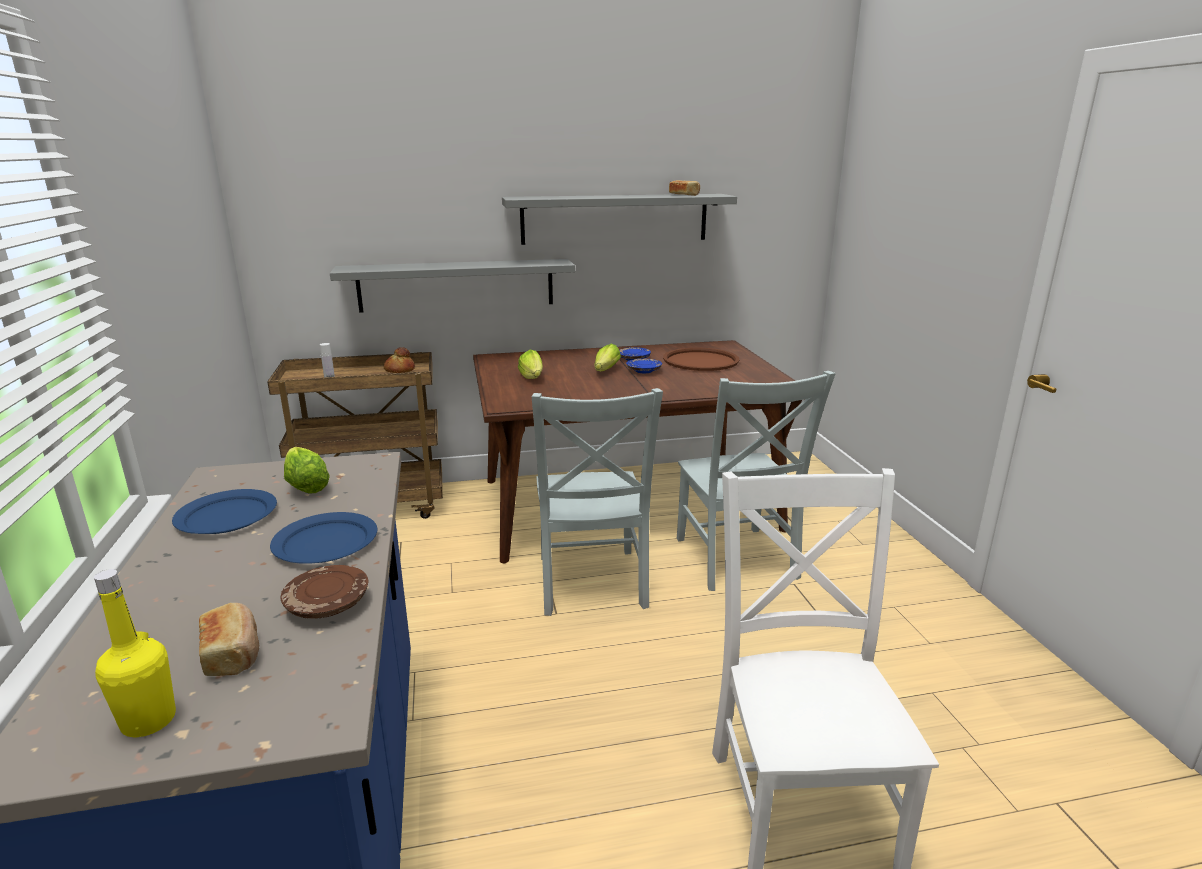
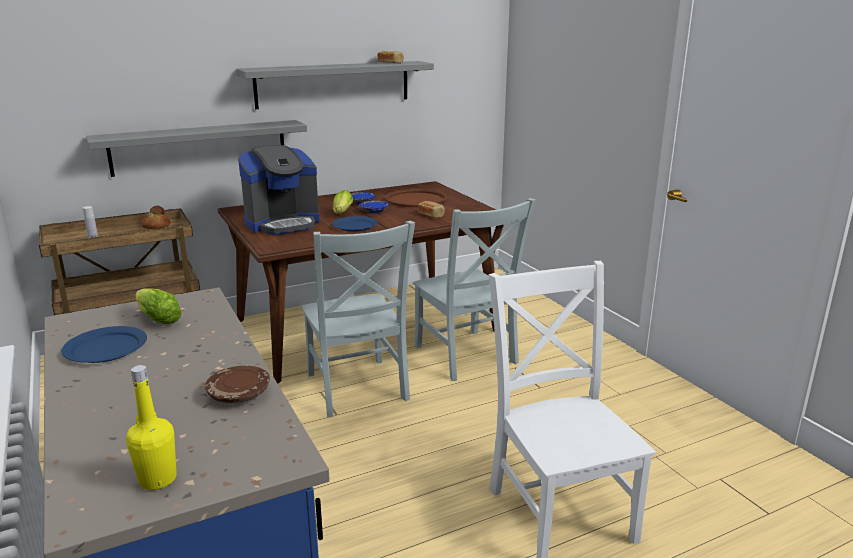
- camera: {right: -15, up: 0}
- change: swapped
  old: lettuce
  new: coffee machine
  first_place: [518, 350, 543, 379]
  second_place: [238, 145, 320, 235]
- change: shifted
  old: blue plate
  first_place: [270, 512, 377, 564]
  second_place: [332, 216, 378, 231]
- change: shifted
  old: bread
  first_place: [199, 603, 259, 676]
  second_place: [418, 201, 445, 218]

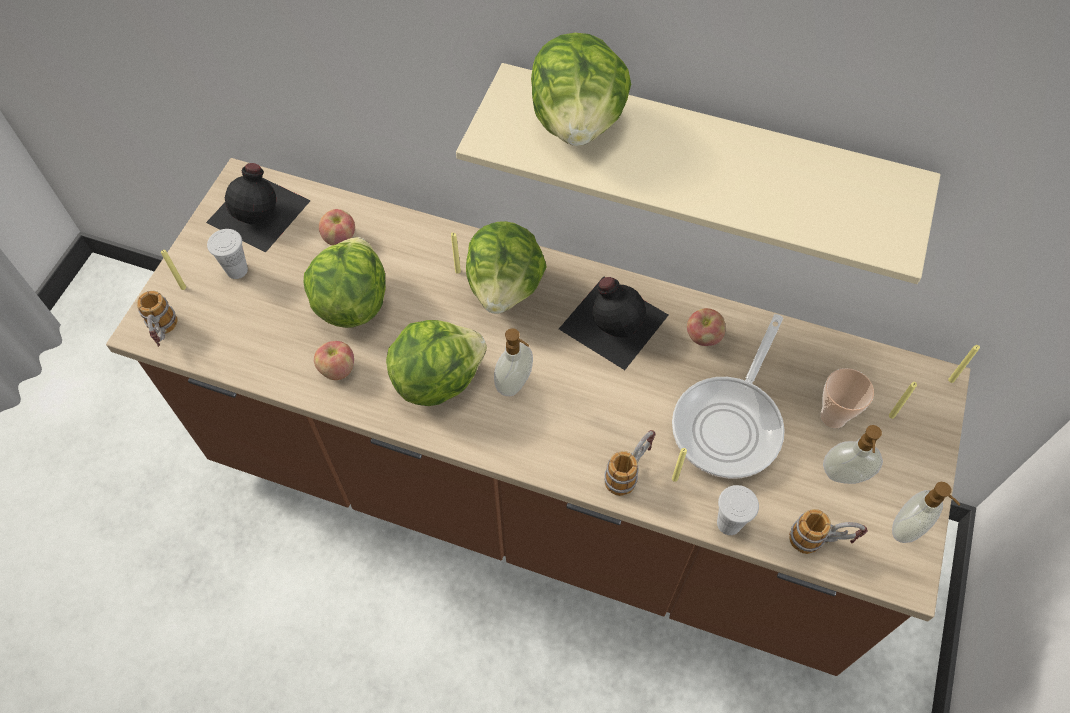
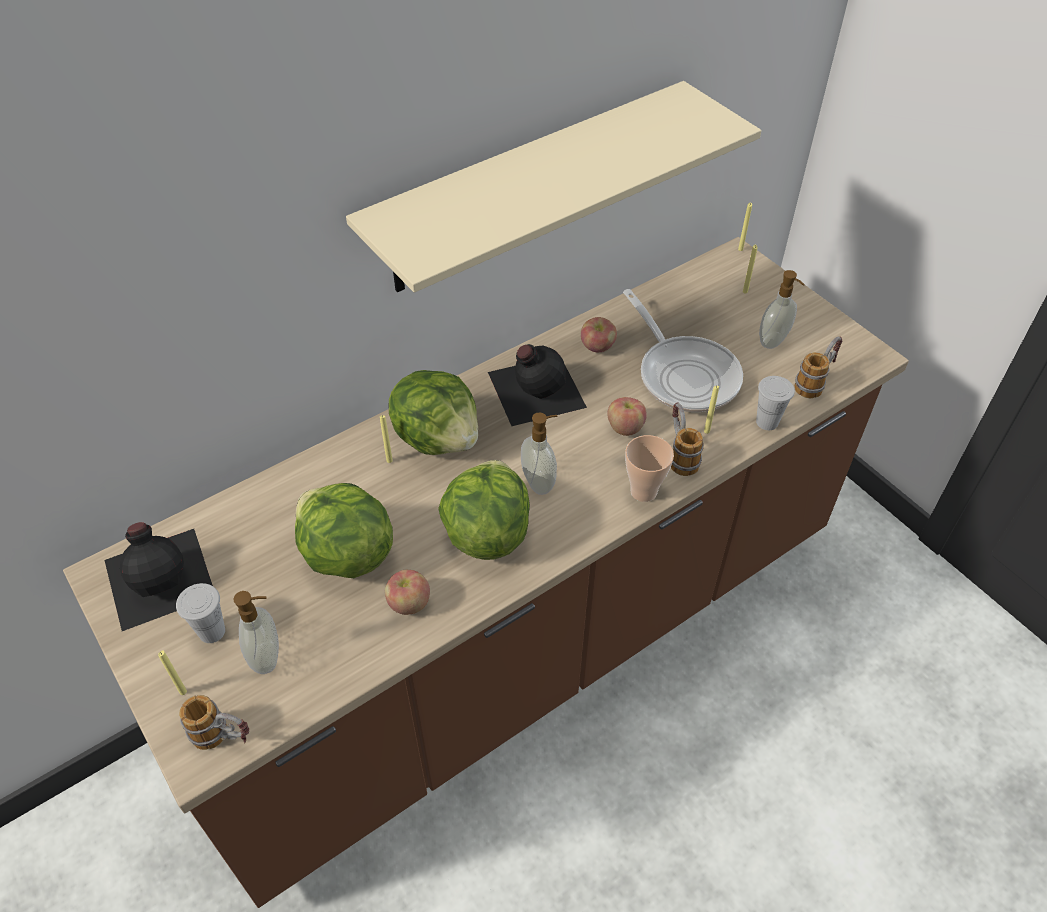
- camera: {right: -55, up: -10}
- change: gone
  old: lettuce
  first_place: [531, 33, 631, 146]
- change: shifted
  old: apple
  first_place: [319, 209, 355, 245]
  second_place: [607, 397, 647, 436]
- change: shifted
  old: cup
  first_place: [820, 368, 874, 428]
  second_place: [625, 435, 674, 502]
- change: shifted
  old: soap dispenser
  first_place: [892, 482, 960, 543]
  second_place: [233, 591, 279, 674]

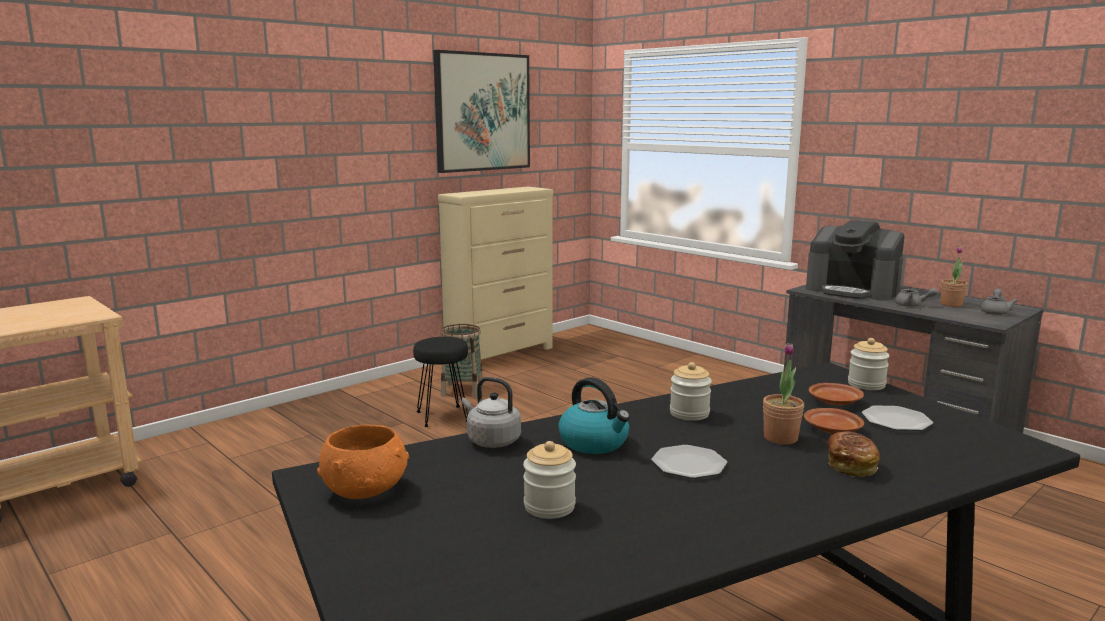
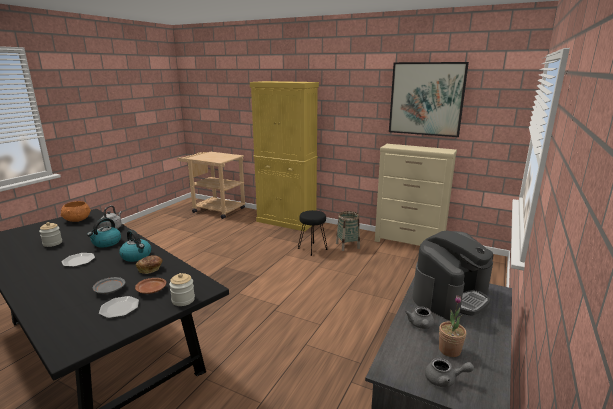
- camera: {right: 70, up: 5}
- change: rotated
  old: coffee machine
  first_place: [806, 220, 905, 301]
  second_place: [412, 231, 493, 320]
  degrees: -150
- change: gone
  old: potted plant
  first_place: [763, 343, 804, 445]
- change: swapped
  old: jar
  new: kettle
  first_place: [670, 362, 712, 421]
  second_place: [119, 230, 151, 262]
- change: repainted
  old: brown plate
  new: grey plate
  first_place: [804, 408, 864, 434]
  second_place: [93, 277, 125, 294]
- change: shifted
  old: bread
  first_place: [827, 432, 880, 477]
  second_place: [136, 255, 163, 274]
- change: new
  new: yellow cabinet
  second_place: [250, 81, 319, 232]

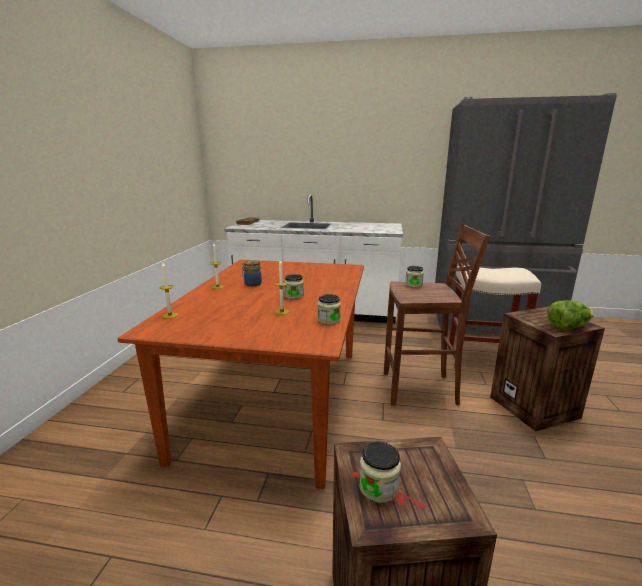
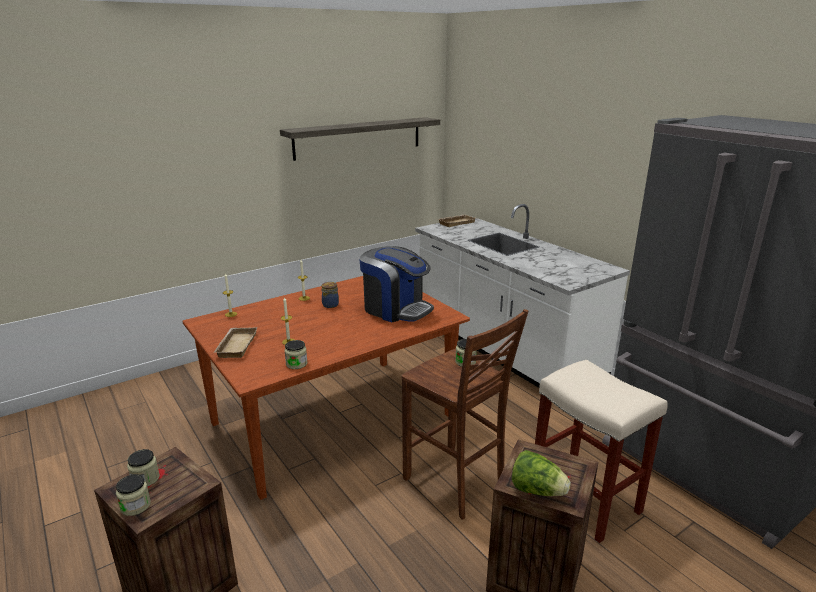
- camera: {right: 45, up: 5}
- change: shifted
  old: jar
  first_place: [284, 274, 304, 299]
  second_place: [116, 474, 151, 516]
- change: new
  new: shelf
  second_place: [280, 117, 440, 161]
- change: new
  new: coffee machine
  second_place: [360, 246, 434, 322]
- change: new
  new: beige tray
  second_place: [213, 327, 258, 358]

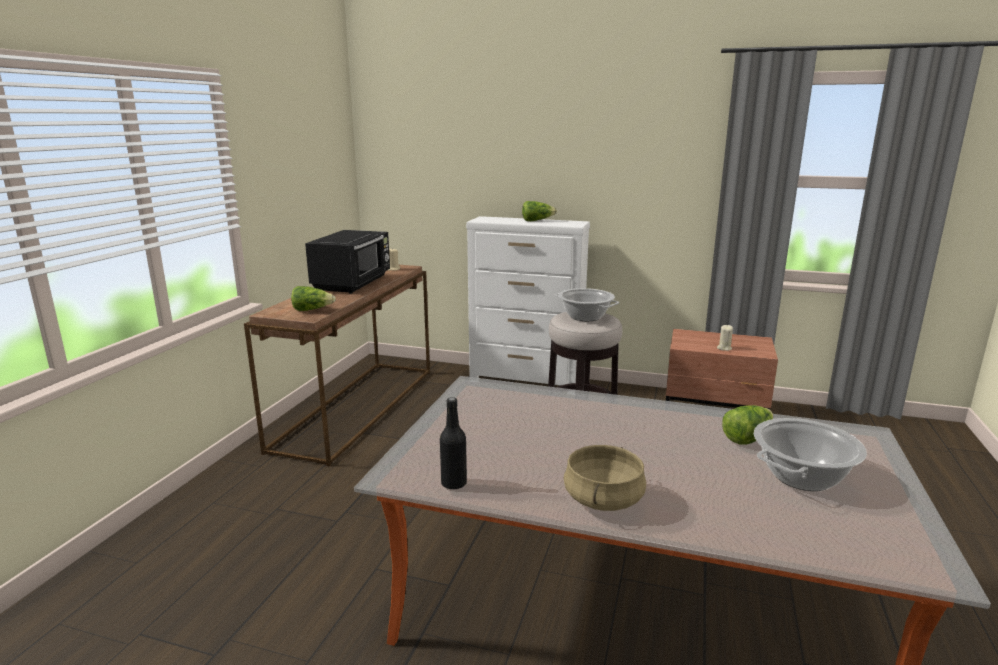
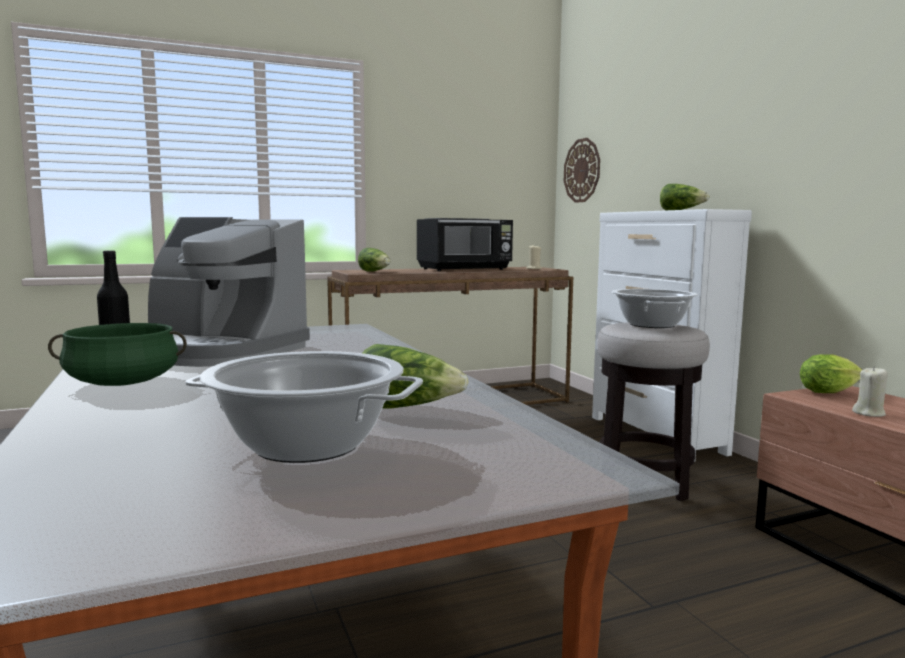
- camera: {right: 50, up: -10}
- change: repainted
  old: beige cooking pot
  new: green cooking pot
  first_place: [563, 445, 646, 511]
  second_place: [48, 323, 187, 386]
- change: new
  new: wall clock
  second_place: [564, 138, 600, 203]
- change: new
  new: coffee machine
  second_place: [148, 217, 310, 367]
- change: new
  new: lettuce
  second_place: [800, 355, 862, 393]

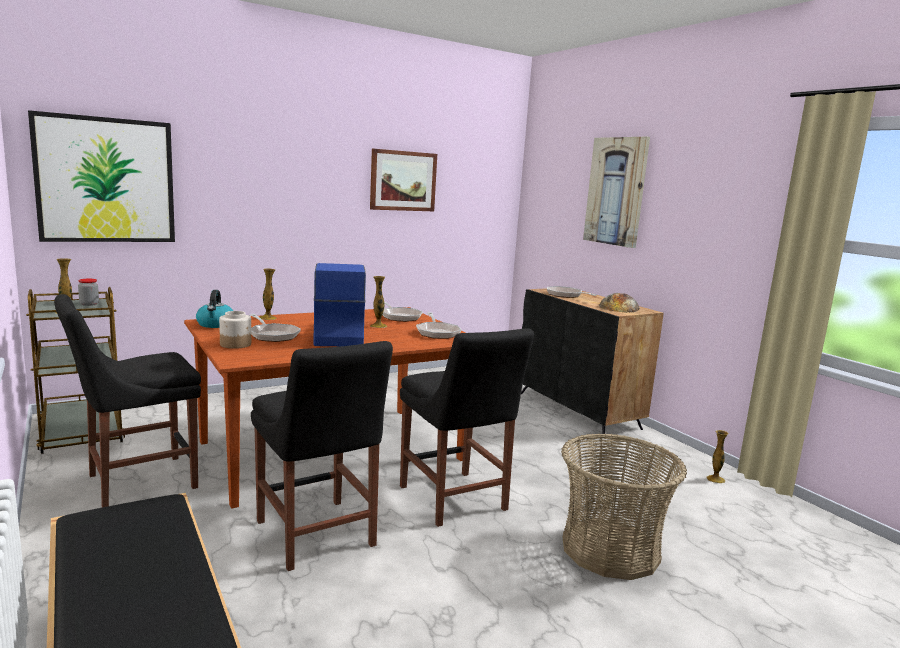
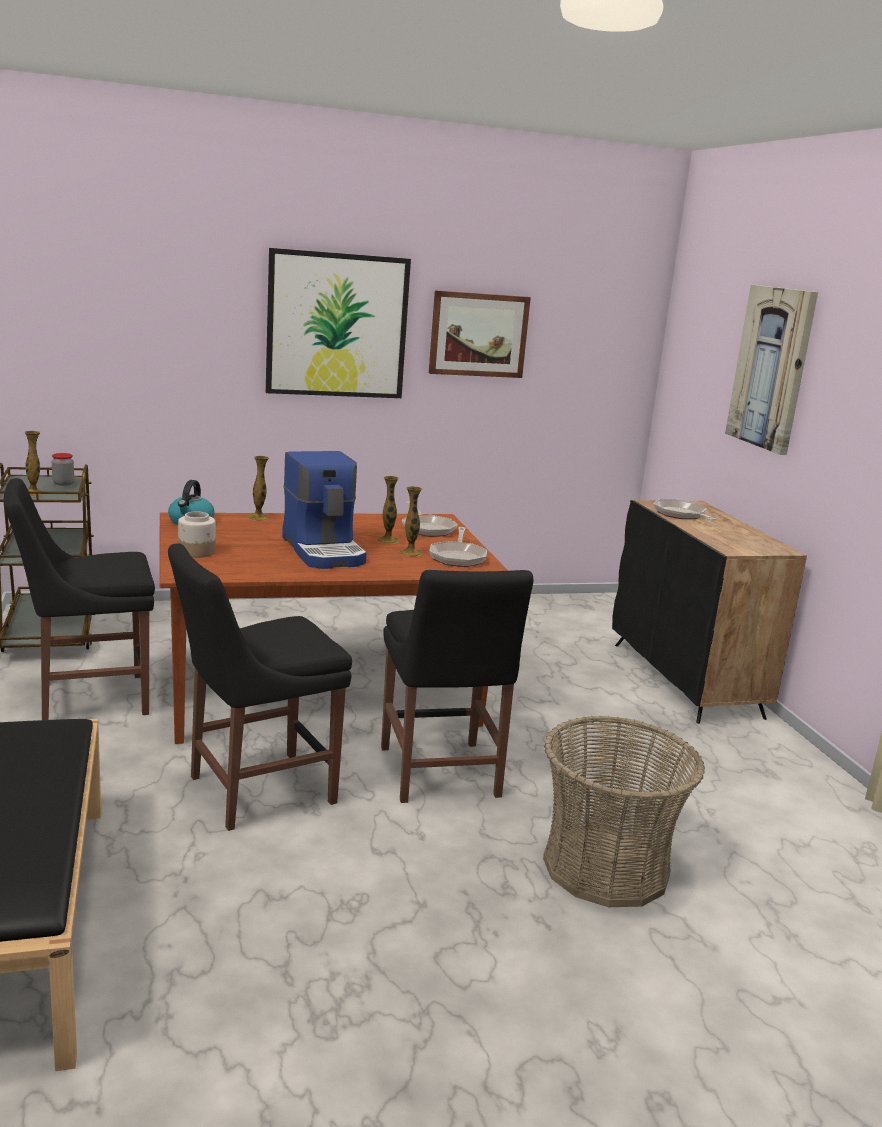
- camera: {right: 15, up: 5}
- change: shifted
  old: picture
  first_place: [28, 110, 175, 242]
  second_place: [266, 248, 411, 398]
- change: rotated
  old: coffee machine
  first_place: [313, 263, 366, 346]
  second_place: [282, 451, 367, 569]
  degrees: 150
- change: gone
  old: bread
  first_place: [599, 293, 640, 313]
- change: gone
  old: frying pan
  first_place: [249, 314, 301, 342]
- change: rotated
  old: black chair
  first_place: [251, 341, 393, 571]
  second_place: [168, 543, 352, 831]
  degrees: 75
- change: shifted
  old: vase
  first_place: [706, 430, 729, 483]
  second_place: [399, 486, 423, 556]

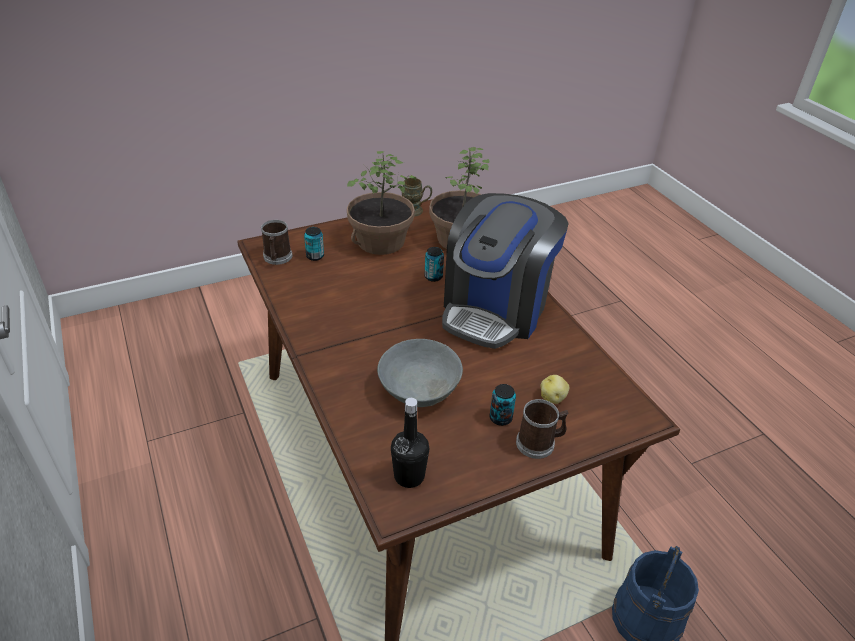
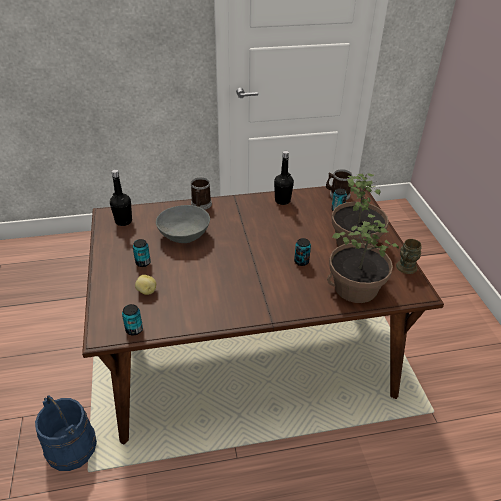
- camera: {right: 105, up: 0}
- change: gone
  old: coffee machine
  first_place: [442, 193, 569, 349]
- change: shifted
  old: mug
  first_place: [516, 399, 568, 459]
  second_place: [191, 177, 212, 210]
- change: new
  new: black bottle
  second_place: [274, 151, 294, 205]
- change: new
  new: can
  second_place: [122, 304, 143, 336]

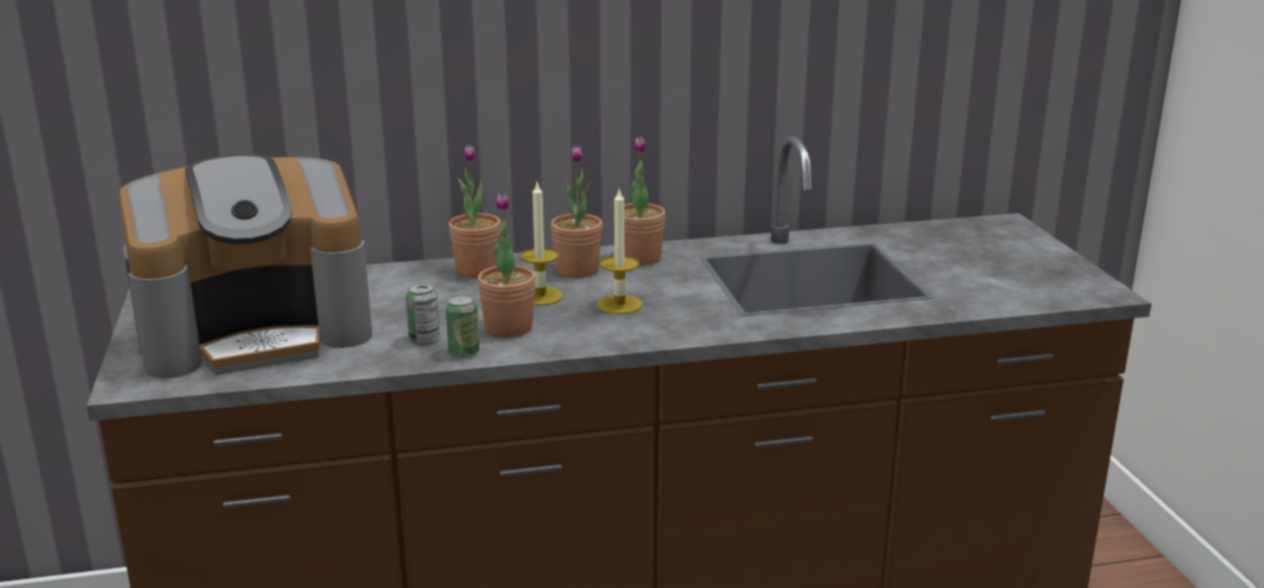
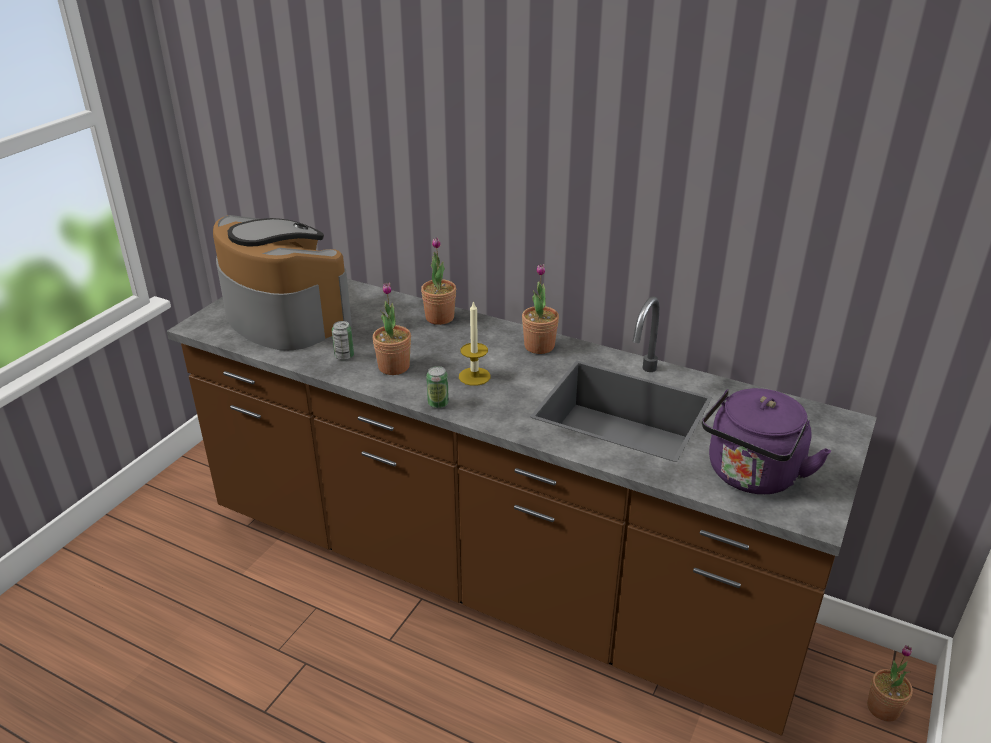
- camera: {right: 40, up: 10}
- change: shifted
  old: potted plant
  first_place: [551, 146, 603, 278]
  second_place: [867, 645, 913, 722]
- change: rotated
  old: coffee machine
  first_place: [118, 154, 372, 378]
  second_place: [213, 215, 352, 350]
  degrees: -150
- change: gone
  old: candle
  first_place: [520, 183, 563, 305]
- change: shifted
  old: can
  first_place: [446, 294, 479, 358]
  second_place: [426, 366, 449, 408]
- change: new
  new: purple kettle
  second_place: [702, 388, 831, 494]

